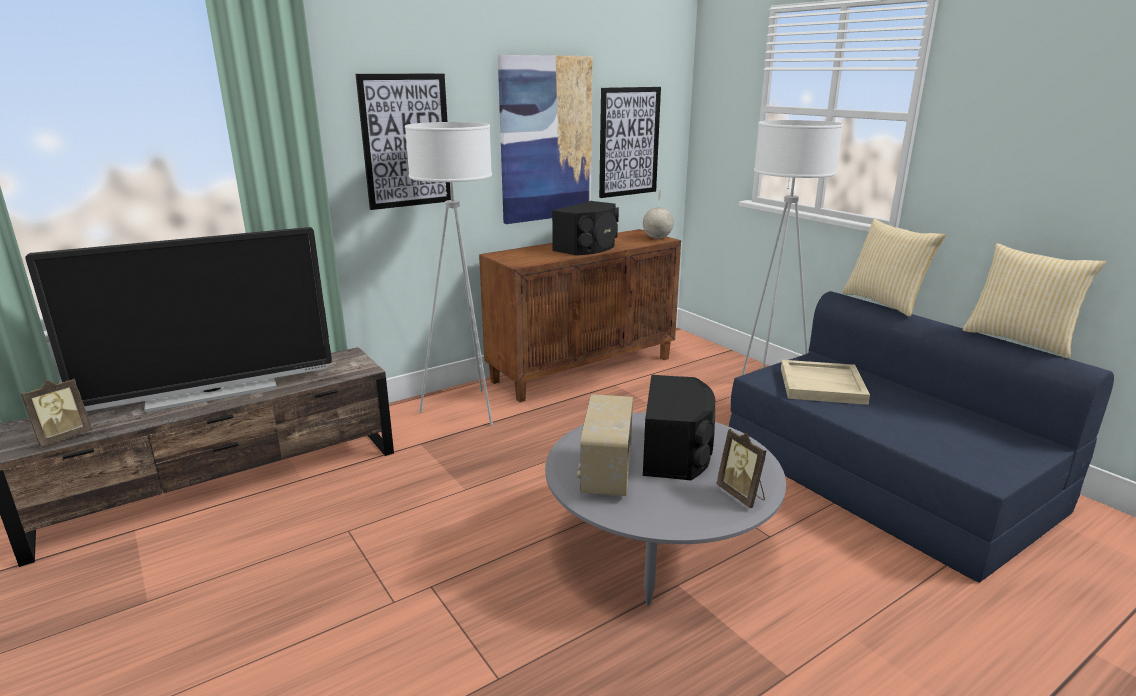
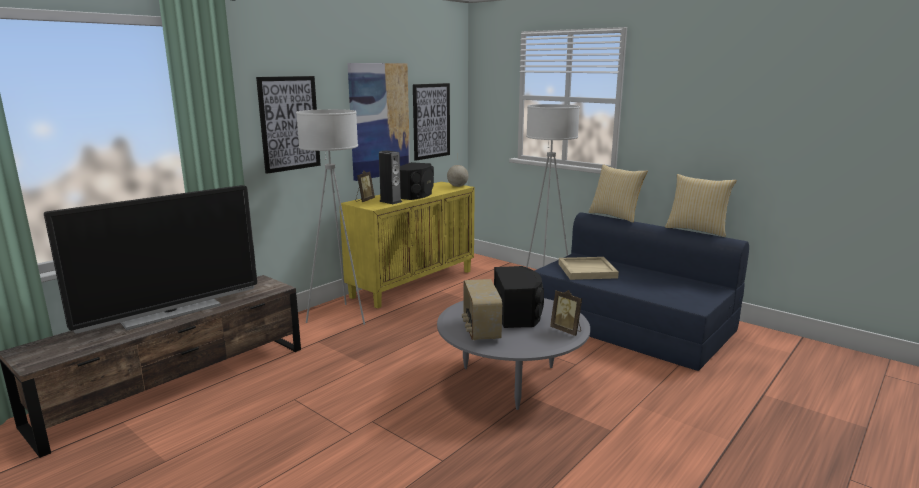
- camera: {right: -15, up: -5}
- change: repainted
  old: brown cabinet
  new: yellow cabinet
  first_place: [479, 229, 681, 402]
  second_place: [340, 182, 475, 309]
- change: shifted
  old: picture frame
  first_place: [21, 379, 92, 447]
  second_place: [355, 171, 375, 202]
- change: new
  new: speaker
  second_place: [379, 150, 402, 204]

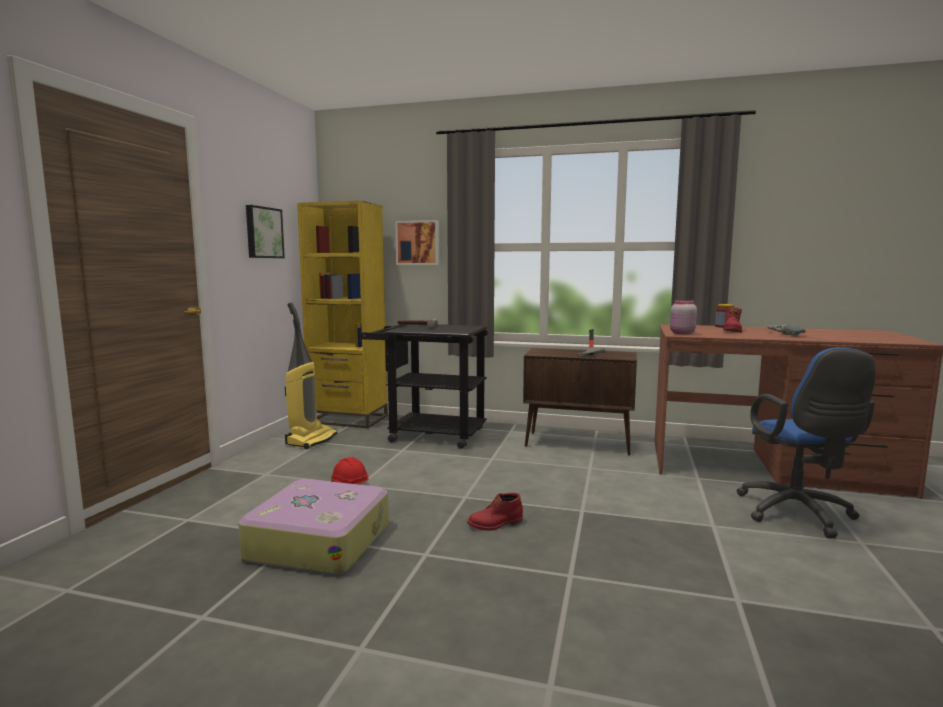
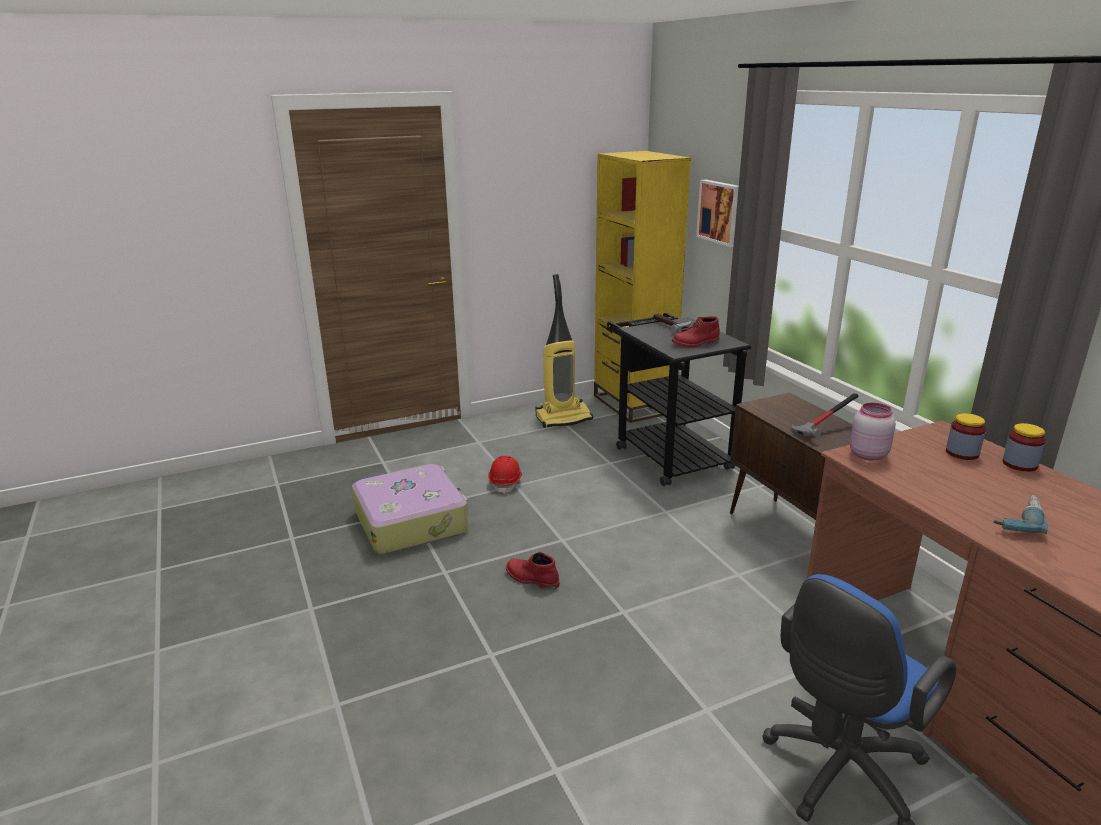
- camera: {right: 50, up: 15}
- change: gone
  old: picture
  first_place: [246, 205, 285, 258]
- change: shifted
  old: red boot
  first_place: [723, 307, 742, 332]
  second_place: [672, 316, 720, 347]
- change: new
  new: jar
  second_place: [946, 413, 986, 460]

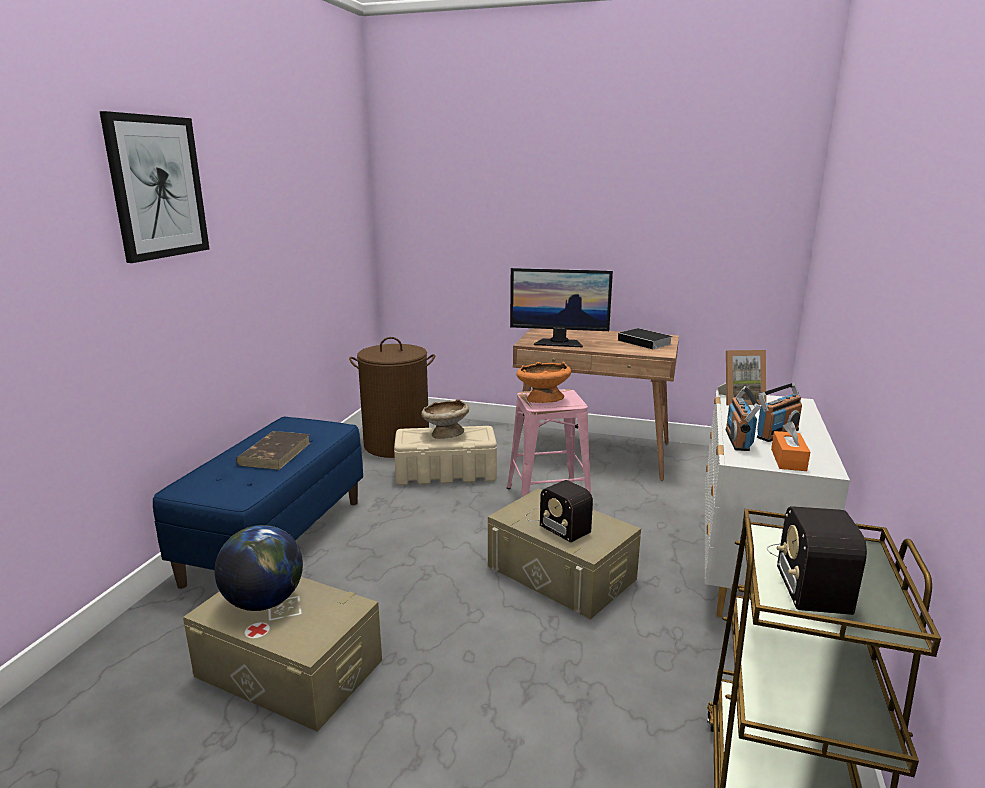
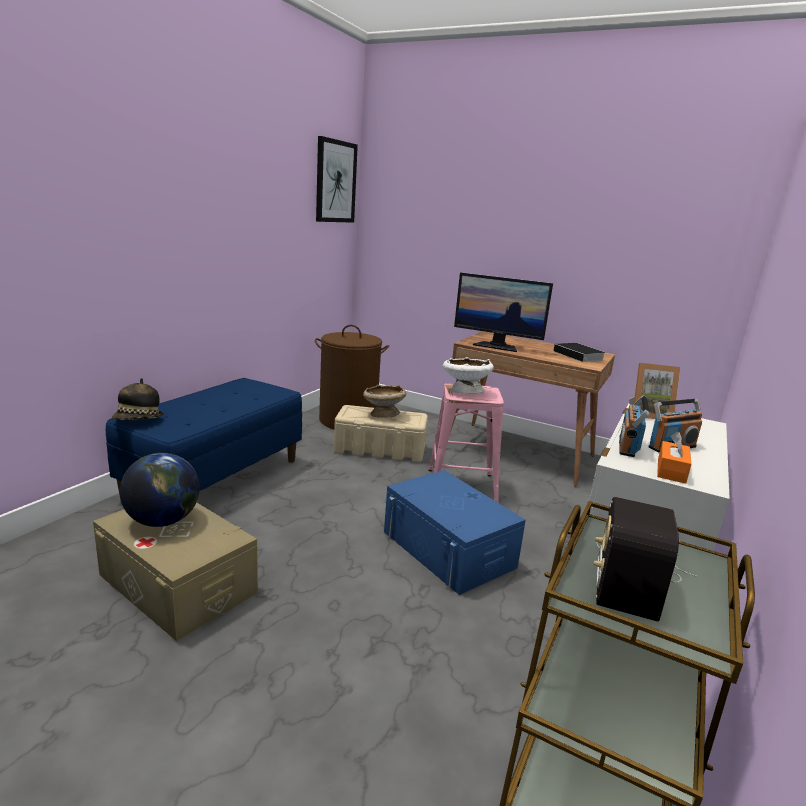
- camera: {right: 10, up: 0}
- change: shifted
  old: picture
  first_place: [99, 111, 209, 263]
  second_place: [316, 136, 358, 223]
- change: repainted
  old: orange bowl
  new: white bowl
  first_place: [517, 362, 571, 403]
  second_place: [443, 357, 494, 394]
- change: gone
  old: brown book
  first_place: [236, 431, 310, 470]
- change: gone
  old: radio
  first_place: [525, 480, 593, 543]
- change: repainted
  old: beige storage box
  new: blue storage box
  first_place: [488, 488, 641, 619]
  second_place: [384, 470, 526, 595]
- change: new
  new: hat
  second_place: [112, 378, 164, 420]

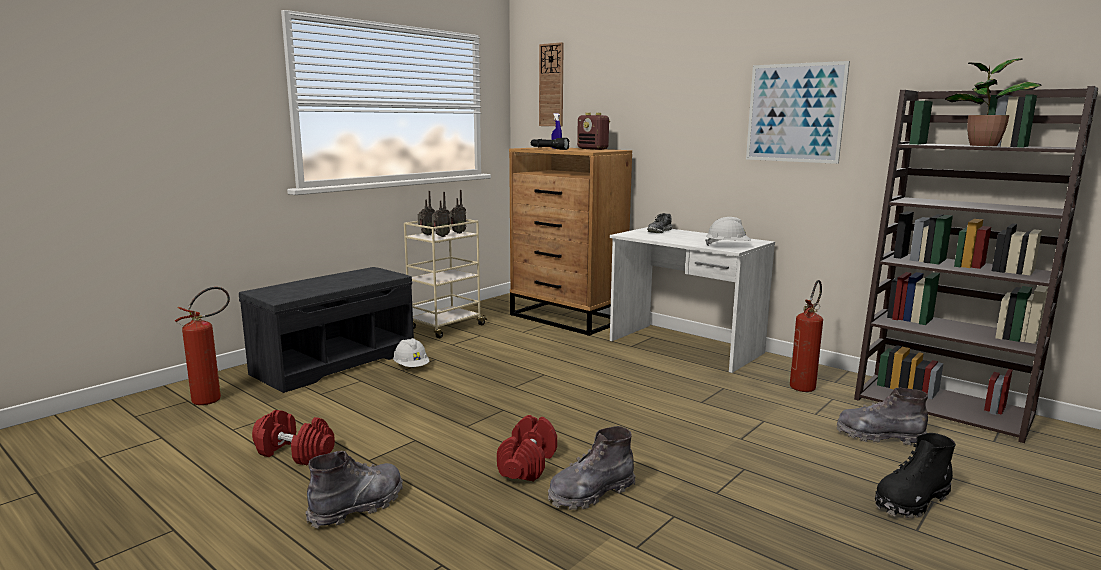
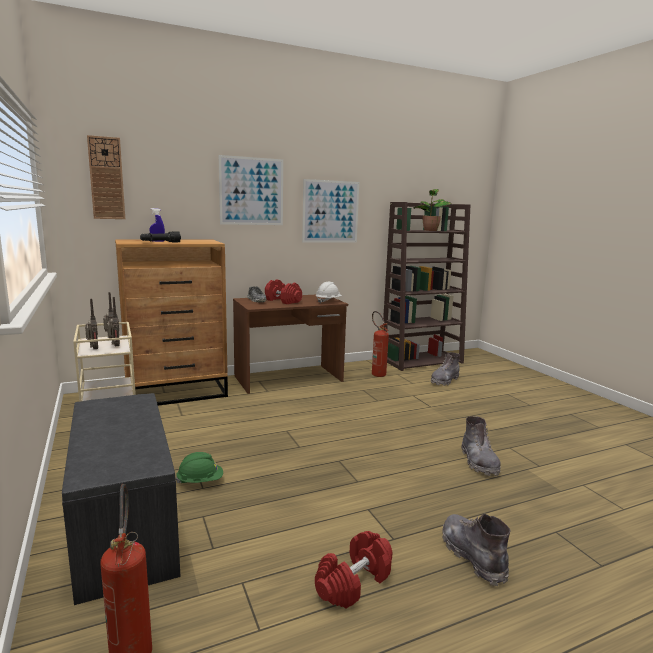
- camera: {right: -65, up: 0}
- change: gone
  old: radio
  first_place: [577, 113, 610, 150]
- change: repainted
  old: white desk
  new: brown desk
  first_place: [610, 227, 775, 373]
  second_place: [233, 295, 348, 394]
- change: repainted
  old: white hard hat
  new: green hard hat
  first_place: [393, 338, 429, 367]
  second_place: [176, 452, 223, 484]
- change: shifted
  old: red dumbbell
  first_place: [497, 415, 557, 481]
  second_place: [265, 280, 302, 304]
- change: gone
  old: black boot
  first_place: [875, 433, 956, 518]
- change: new
  new: picture
  second_place: [218, 155, 283, 225]

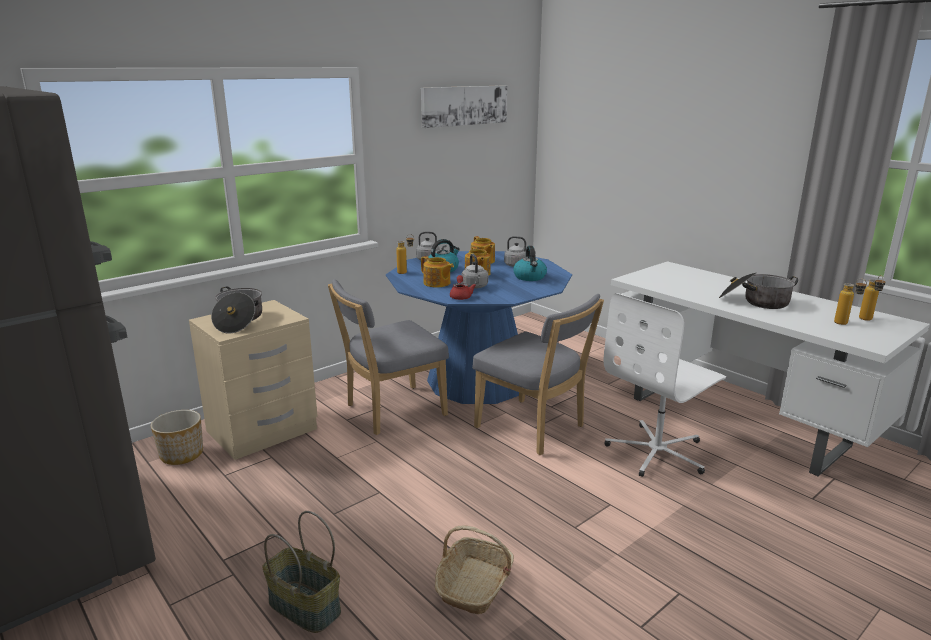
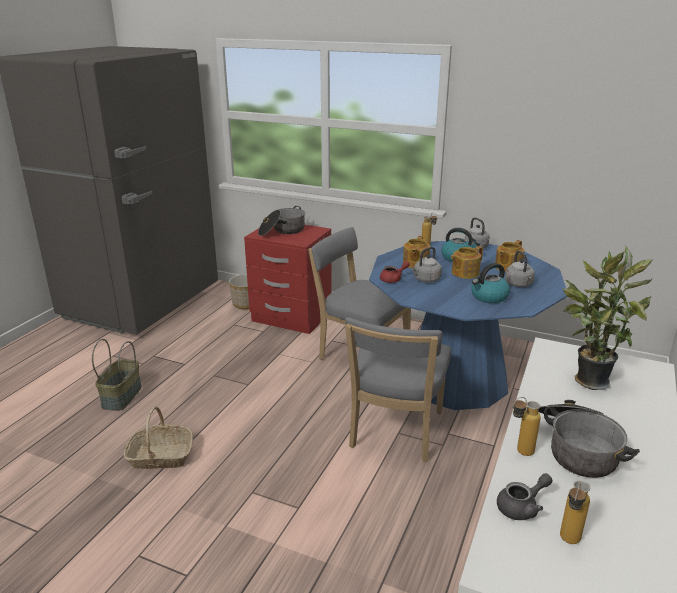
- camera: {right: 65, up: 5}
- change: gone
  old: picture
  first_place: [421, 85, 507, 128]
- change: shifted
  old: bottle
  first_place: [859, 275, 885, 321]
  second_place: [513, 397, 541, 456]
- change: gone
  old: white office chair
  first_place: [603, 293, 726, 477]
- change: repainted
  old: beige nightstand
  new: red nightstand
  first_place: [189, 300, 317, 460]
  second_place: [244, 225, 332, 334]
- change: new
  new: potted plant
  second_place: [563, 246, 652, 390]
- change: new
  new: grey teapot
  second_place: [497, 473, 552, 520]

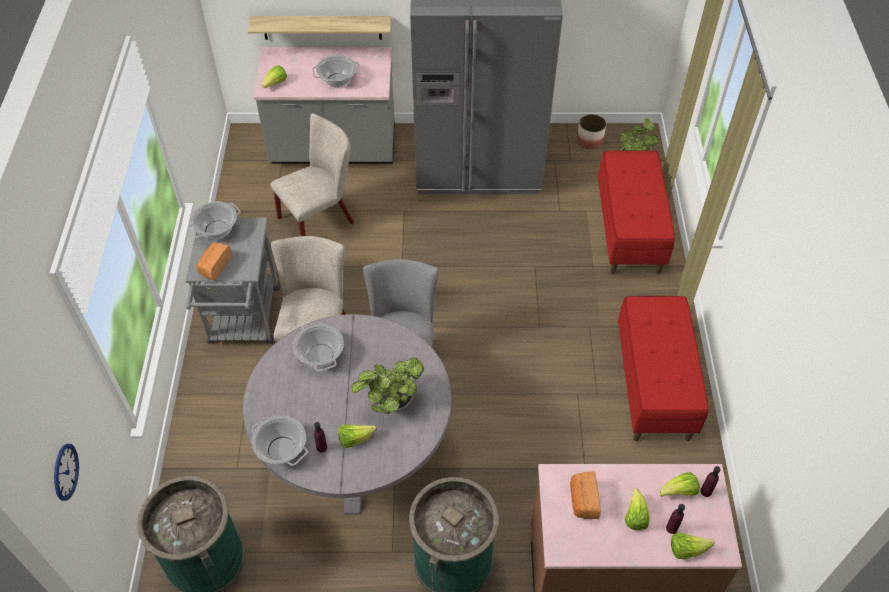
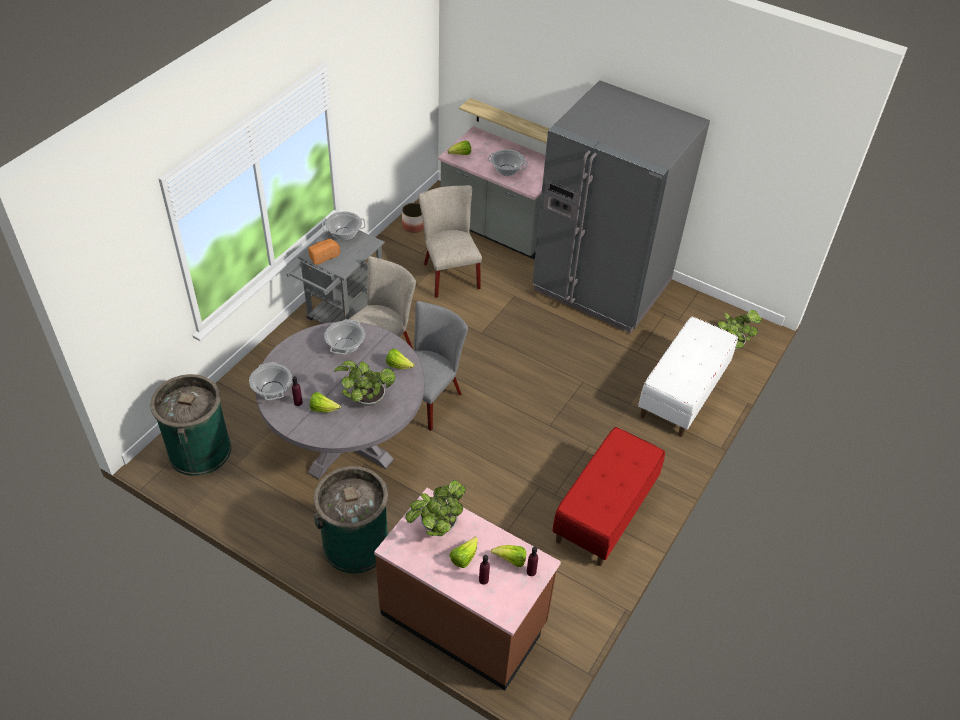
- camera: {right: 30, up: -5}
- change: rotated
  old: beige chair
  first_place: [270, 113, 354, 236]
  second_place: [418, 185, 482, 298]
  degrees: -105
- change: shifted
  old: planter
  first_place: [577, 114, 606, 149]
  second_place: [402, 203, 424, 233]
- change: repainted
  old: red bench
  new: white bench
  first_place: [598, 150, 675, 274]
  second_place: [638, 317, 738, 437]
- change: gone
  old: wall clock
  first_place: [54, 444, 79, 501]
- change: swapped
  old: bread
  new: potted plant
  first_place: [570, 472, 601, 519]
  second_place: [406, 480, 466, 536]
- change: shifted
  old: lettuce
  first_place: [671, 532, 714, 559]
  second_place: [386, 349, 415, 369]

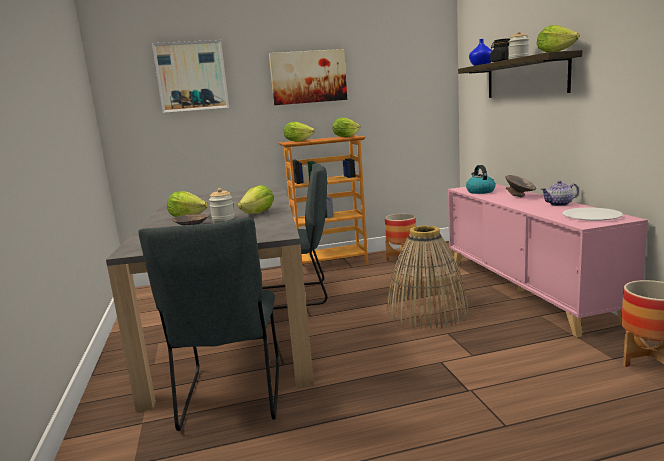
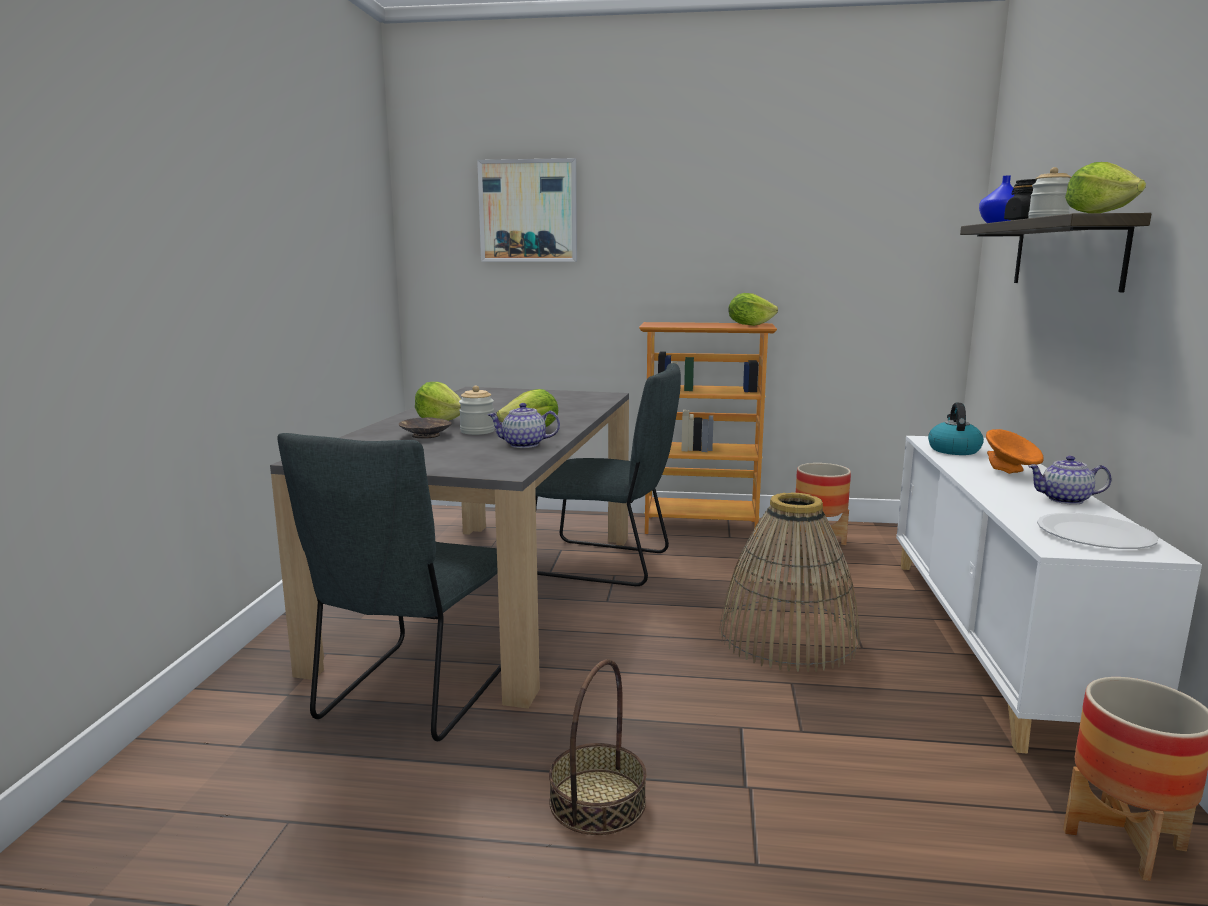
- camera: {right: 20, up: 0}
- change: gone
  old: picture
  first_place: [269, 49, 347, 105]
- change: gone
  old: lettuce
  first_place: [284, 122, 315, 142]
- change: repainted
  old: grey bowl
  new: orange bowl
  first_place: [506, 175, 536, 197]
  second_place: [986, 429, 1044, 474]
- change: repainted
  old: pink cabinet
  new: white cabinet
  first_place: [448, 184, 648, 337]
  second_place: [896, 436, 1202, 753]
- change: new
  new: teapot
  second_place: [487, 403, 560, 448]
- change: new
  new: basket
  second_place: [549, 659, 647, 835]

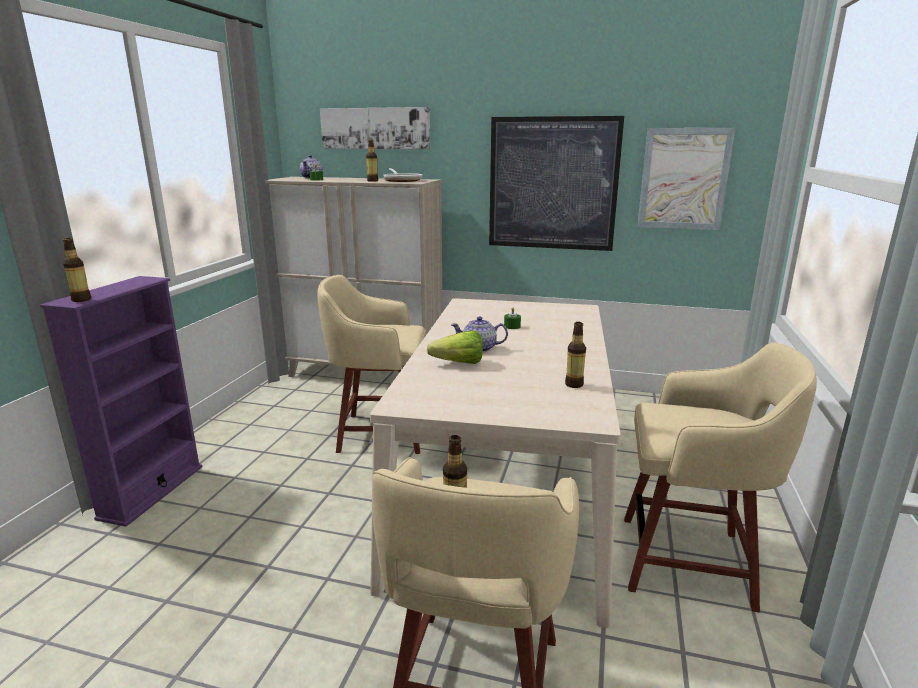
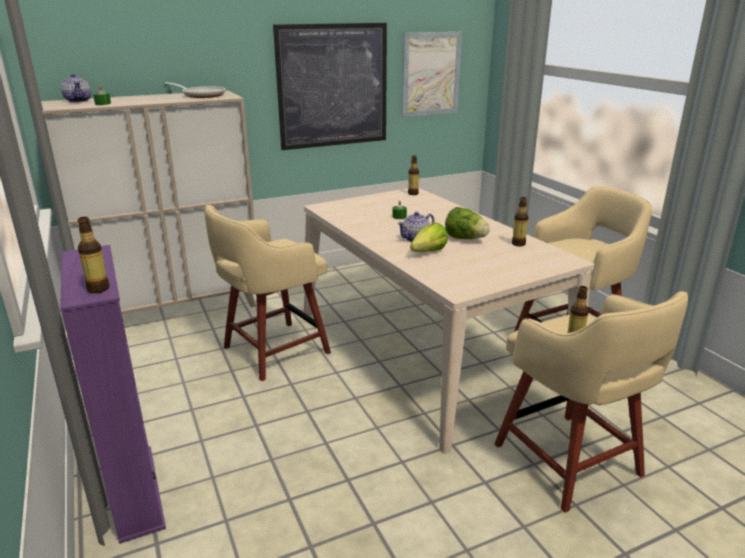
- camera: {right: -40, up: 5}
- change: gone
  old: picture
  first_place: [320, 107, 430, 149]
- change: shifted
  old: bottle
  first_place: [366, 139, 378, 181]
  second_place: [408, 156, 419, 195]
- change: new
  new: lettuce
  second_place: [445, 207, 490, 239]

